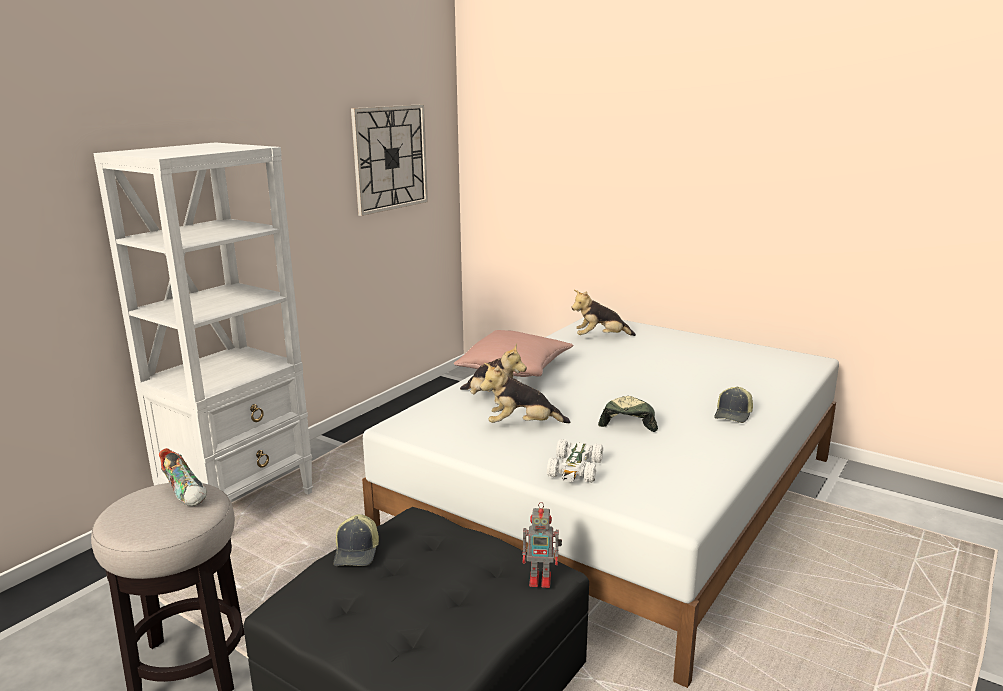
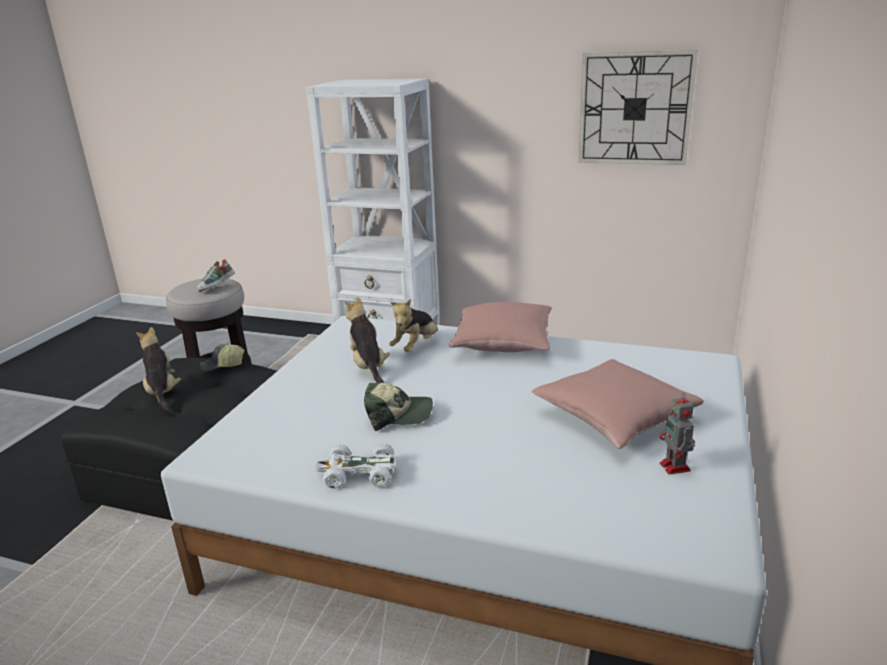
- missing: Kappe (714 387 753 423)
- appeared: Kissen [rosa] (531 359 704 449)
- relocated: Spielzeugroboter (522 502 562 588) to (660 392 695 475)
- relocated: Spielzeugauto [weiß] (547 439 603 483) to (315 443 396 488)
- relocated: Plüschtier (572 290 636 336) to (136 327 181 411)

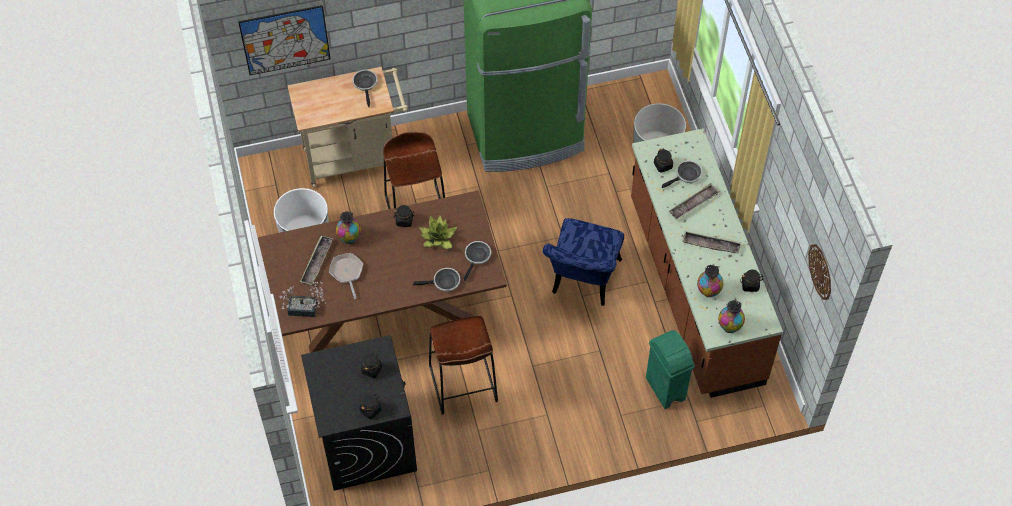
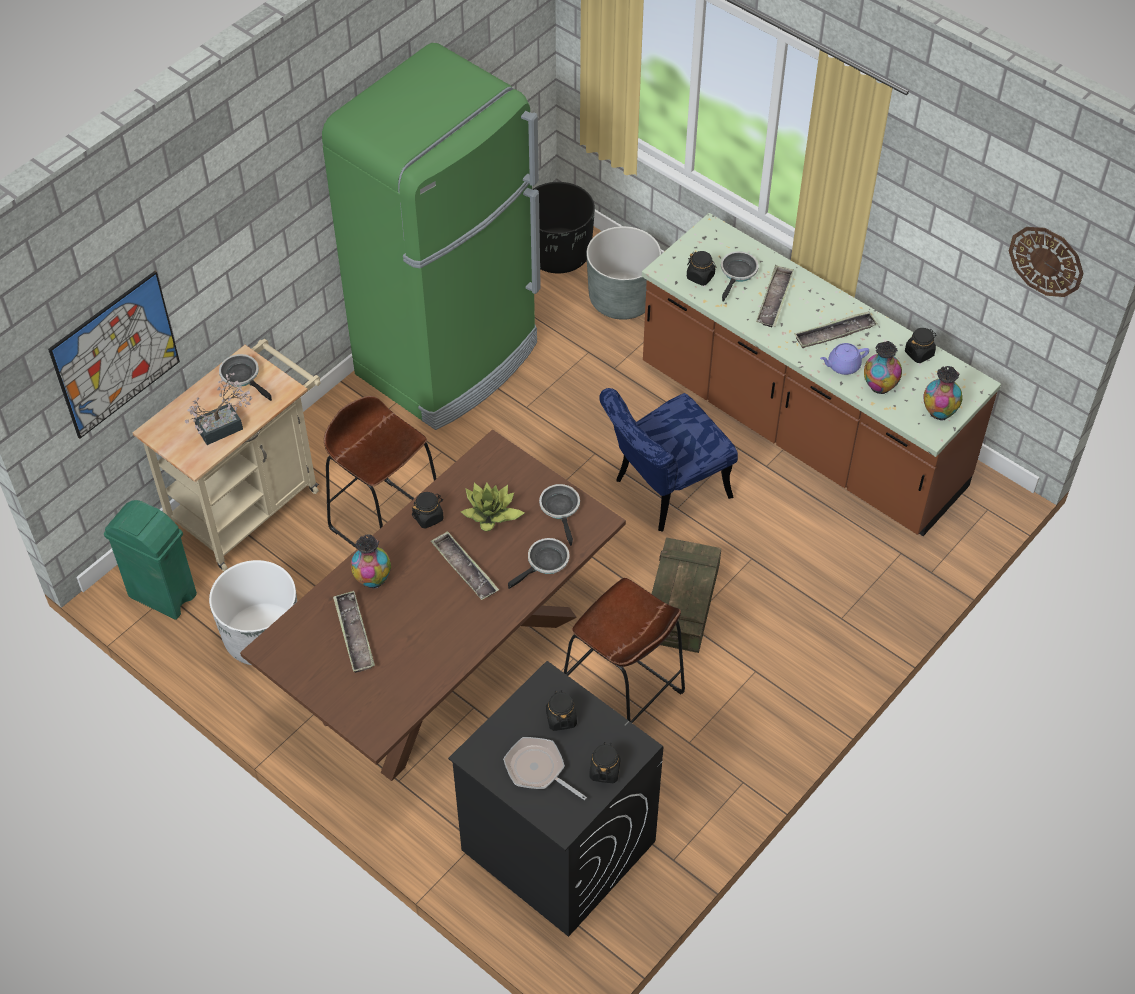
- appeared: Tablett (431 531 499 600)
- appeared: Pflanzkübel [schwarz] (532 182 595 273)
- appeared: Kiste (652 537 721 653)
- appeared: Teekanne [lila] (820 343 869 375)
- relocated: Topfpflanze (279 281 326 317) to (185 373 252 445)
- relocated: Pfanne (329 253 363 299) to (503 737 587 800)
- relocated: Mülleimer [grün] (646 330 695 409) to (104 500 197 620)
- spun: Stuhl [blau] (543 218 624 306) = (599 388 738 532) 75 degrees clockwise

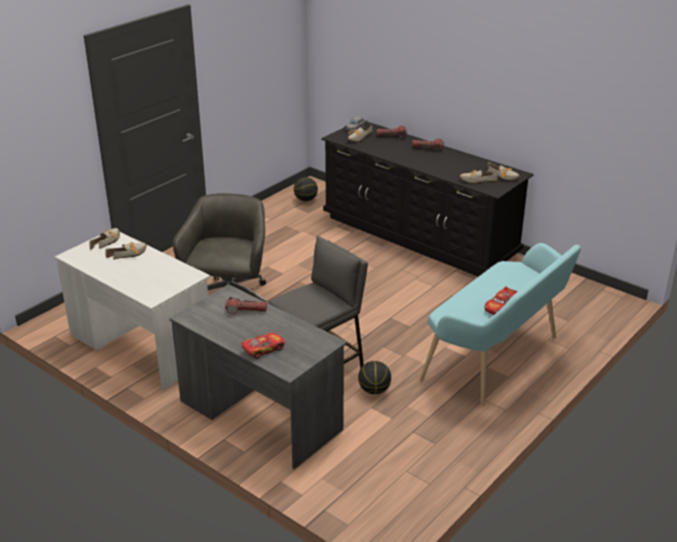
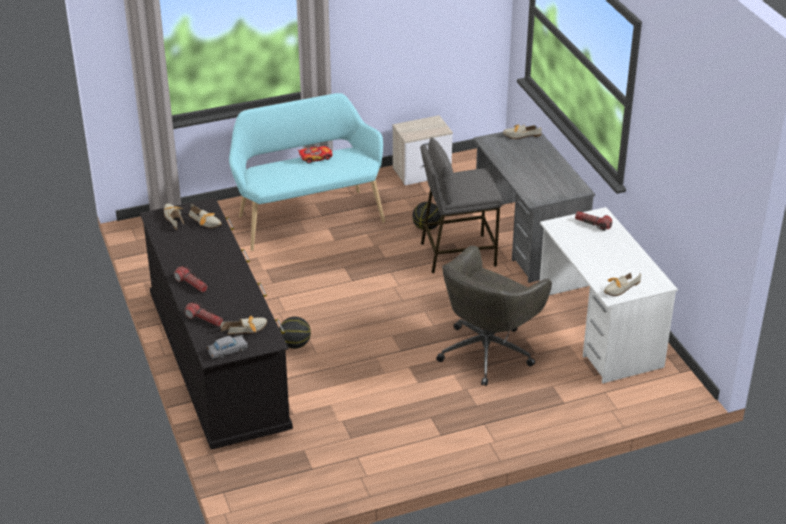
- missing: Spielzeugauto (241 333 285 359)
- appeared: Nachttisch (393 115 453 185)
- relocated: Schuh (105 242 147 260) to (503 125 542 139)
- relocated: Taschenlampe (225 297 267 314) to (575 211 612 231)
- relocated: Basketball (294 177 318 201) to (279 317 311 349)

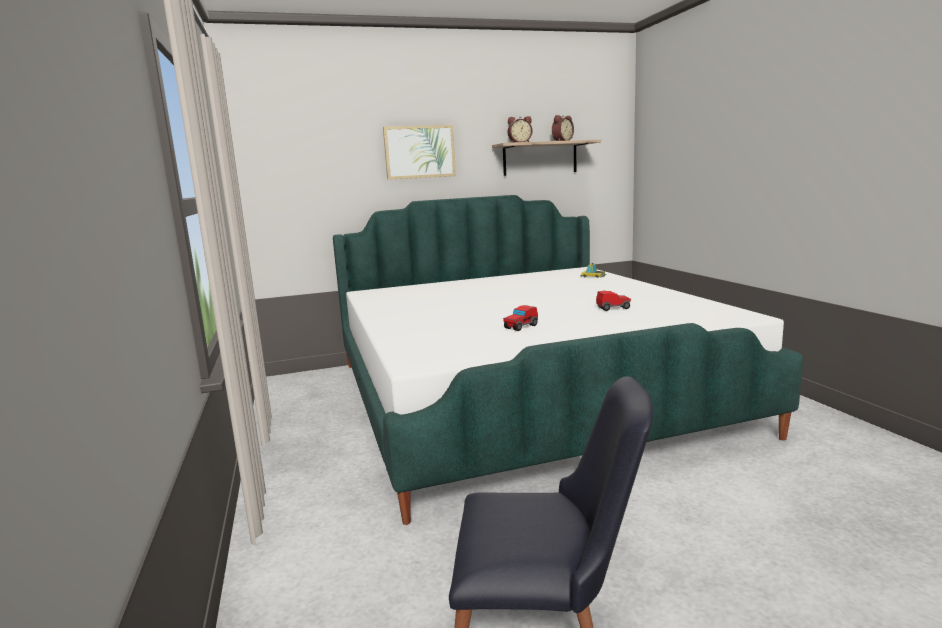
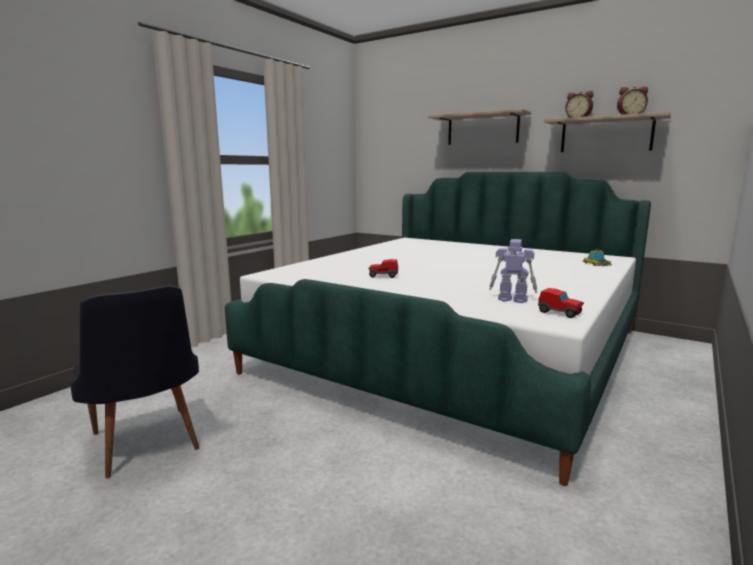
- appeared: Spielzeugroboter (489 239 537 303)
- relocated: Spielzeugauto (596 291 631 311) to (538 288 584 318)
- exchanged: Bild (383 125 456 180) to Wandregal (428 109 531 145)

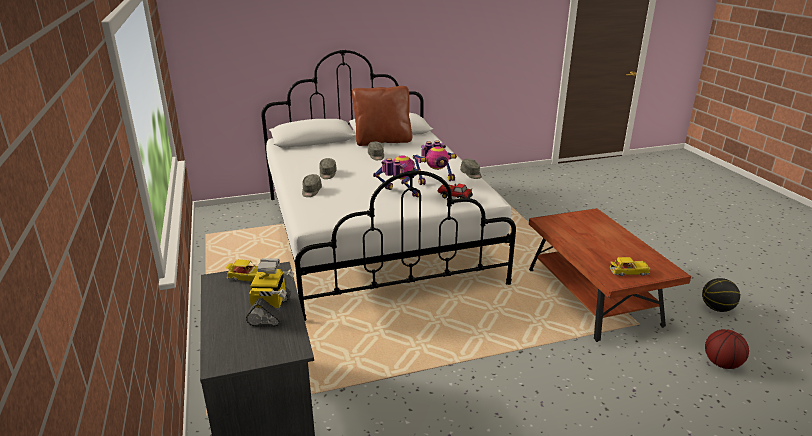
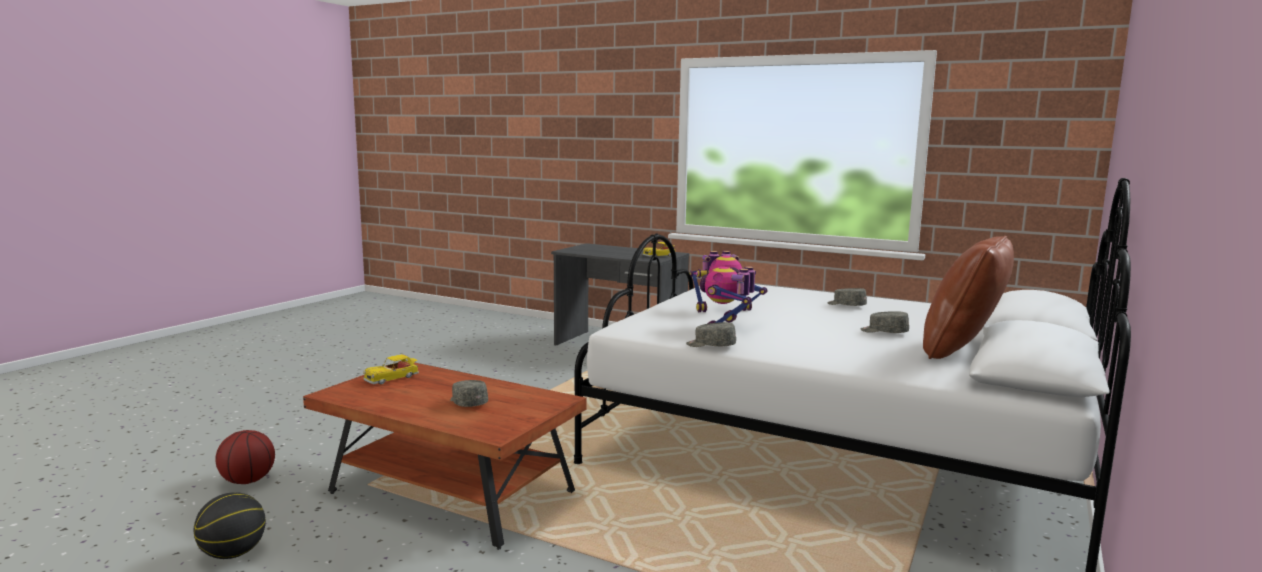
- missing: Spielzeugroboter (246 258 294 327)
- missing: Spielzeugauto (437 184 473 199)
- relocated: Kappe [grau] (302 174 322 197) to (450 380 488 407)

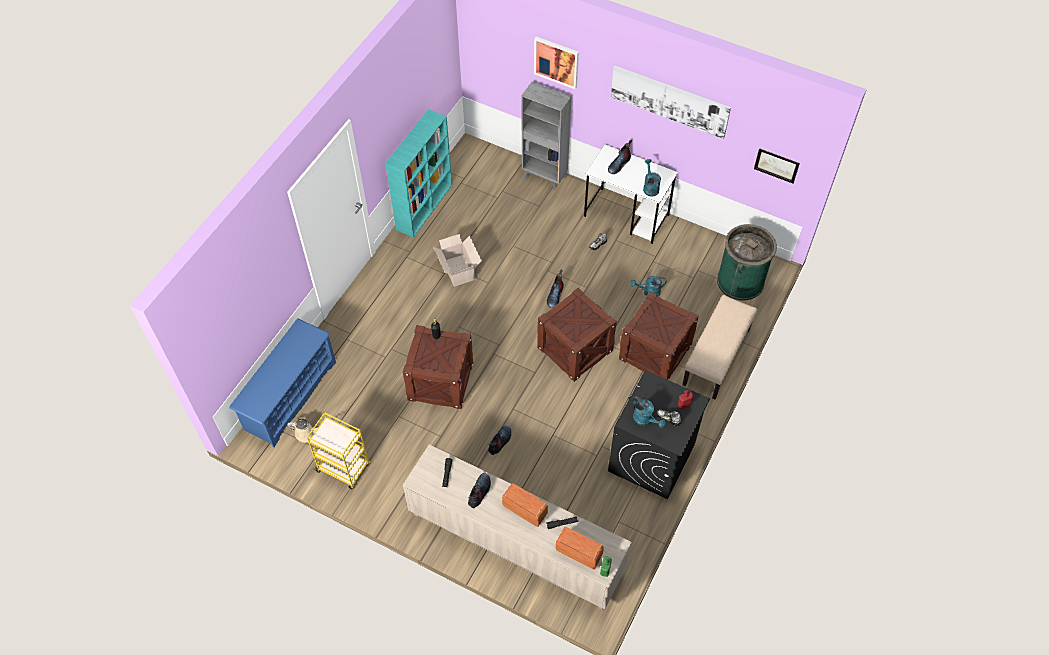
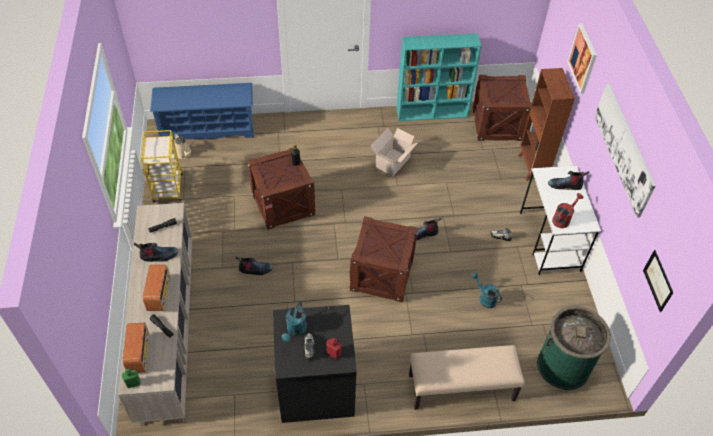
- relocated: Kiste (619 291 699 380) to (473 75 532 141)
- colour: Bücherregal [grau] (522 82 571 191) to Bücherregal [braun] (518 68 575 181)
- colour: Gießkanne [türkis] (643 159 661 197) to Gießkanne [rot] (552 193 583 228)

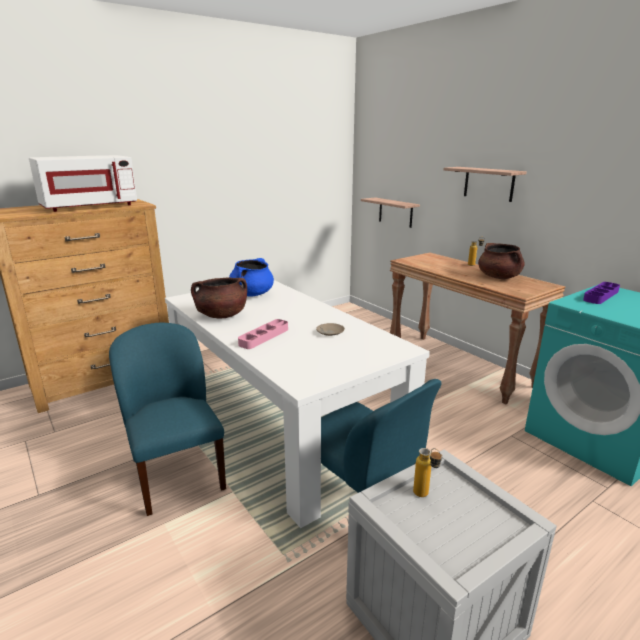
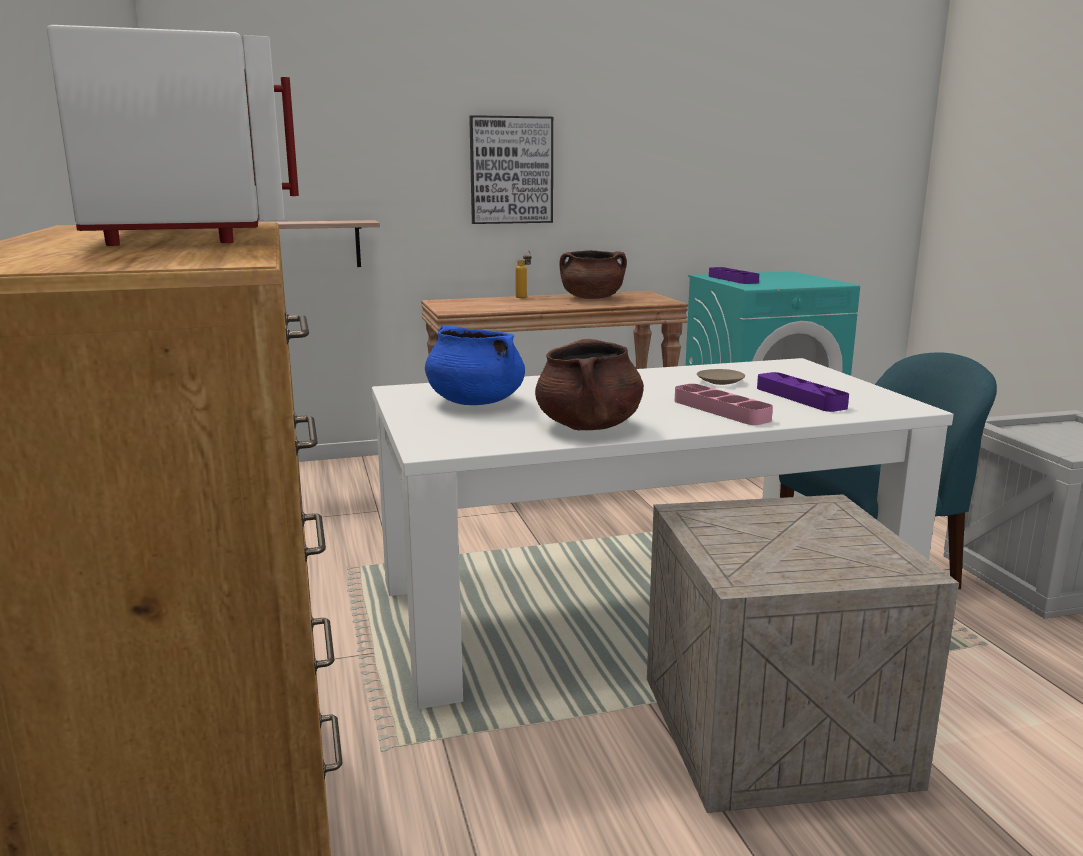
- missing: Flasche (413 448 442 497)
- appeared: Tablett [lila] (757 372 849 412)
- exchanged: Stuhl [blau] (109 323 226 516) to Kiste (647 494 959 813)
- exchanged: Wandregal (444 167 527 202) to Bild (469 115 553 224)

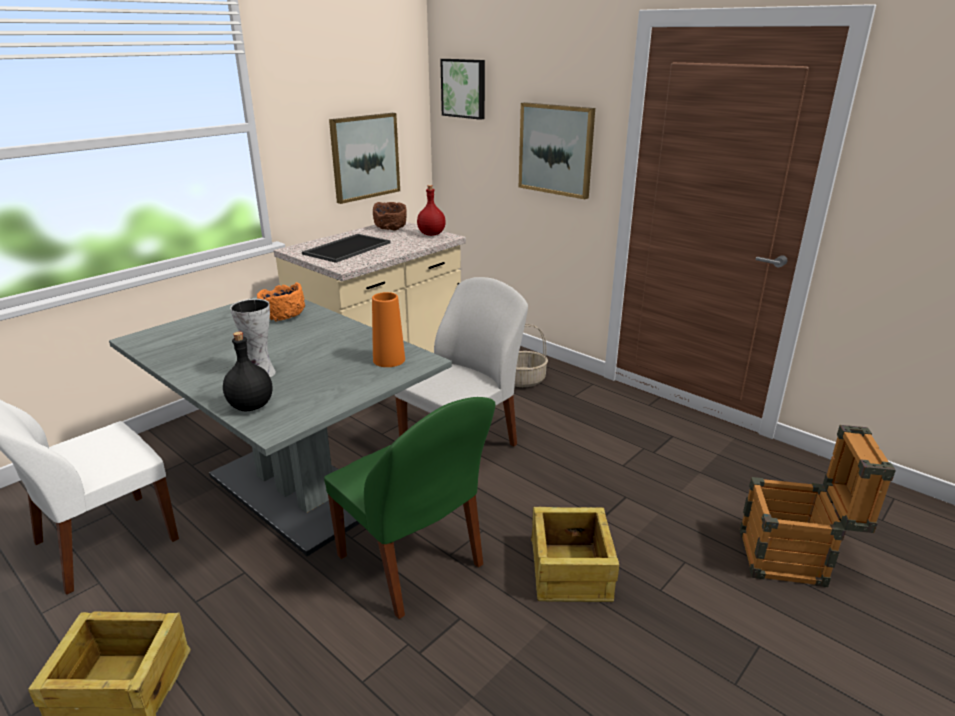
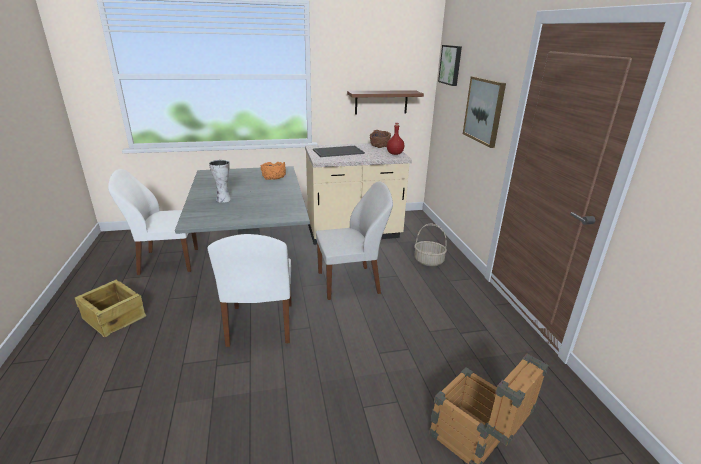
- missing: Flasche [schwarz] (223 332 272 412)
- missing: Vase [orange] (372 292 405 367)
- missing: Kiste (531 507 619 602)
- exchanged: Bild (329 113 400 204) to Wandregal [braun] (347 90 424 114)
- colour: Stuhl [grün] (324 397 495 619) to Stuhl [weiß] (208 234 292 347)

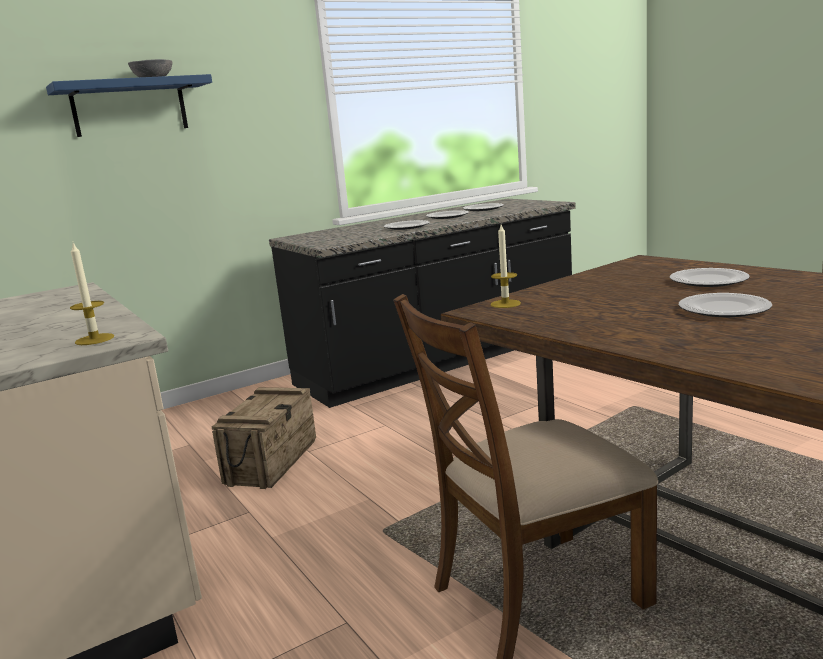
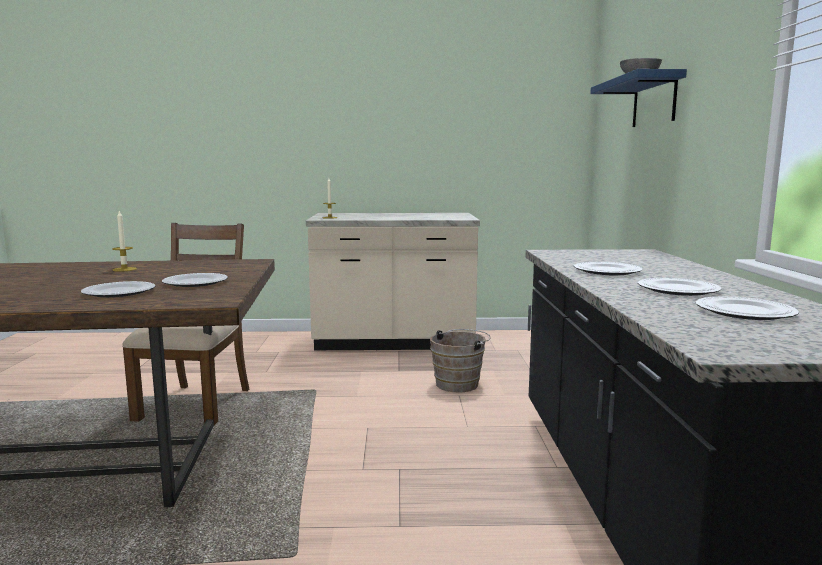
- relocated: Kerze (491 225 521 308) to (112 211 137 272)
- relocated: Teller (679 293 772 317) to (162 273 228 287)
- exchanged: Kiste (212 387 316 489) to Eimer [braun] (430 329 491 392)

